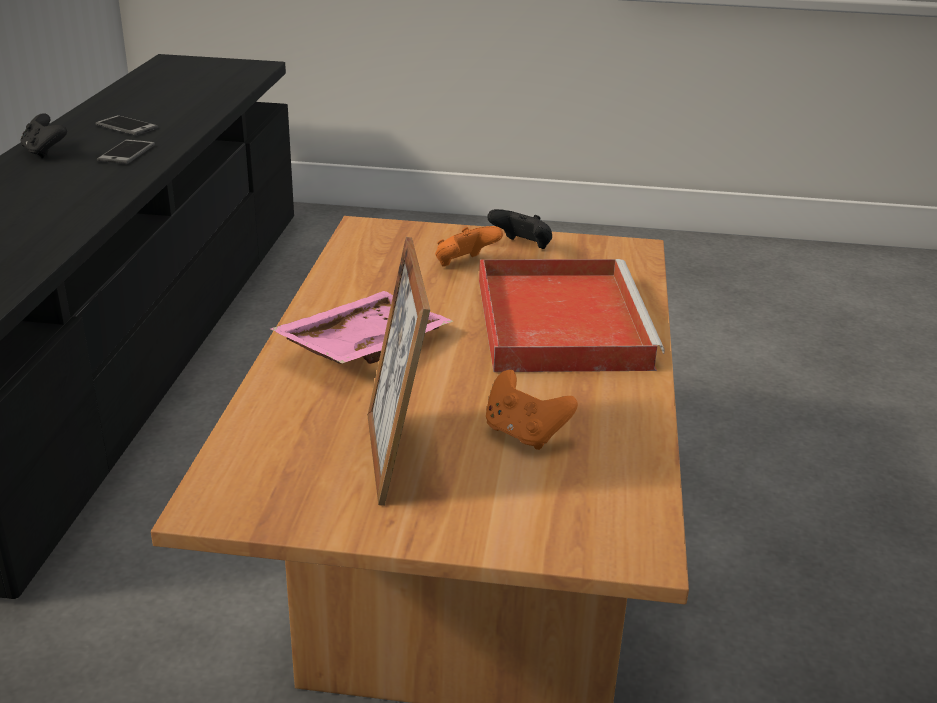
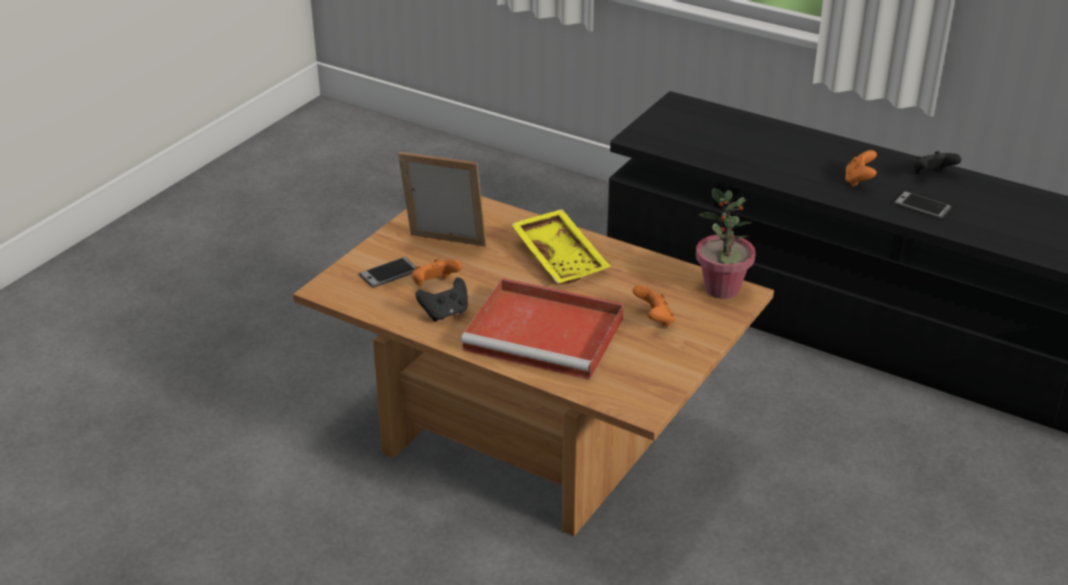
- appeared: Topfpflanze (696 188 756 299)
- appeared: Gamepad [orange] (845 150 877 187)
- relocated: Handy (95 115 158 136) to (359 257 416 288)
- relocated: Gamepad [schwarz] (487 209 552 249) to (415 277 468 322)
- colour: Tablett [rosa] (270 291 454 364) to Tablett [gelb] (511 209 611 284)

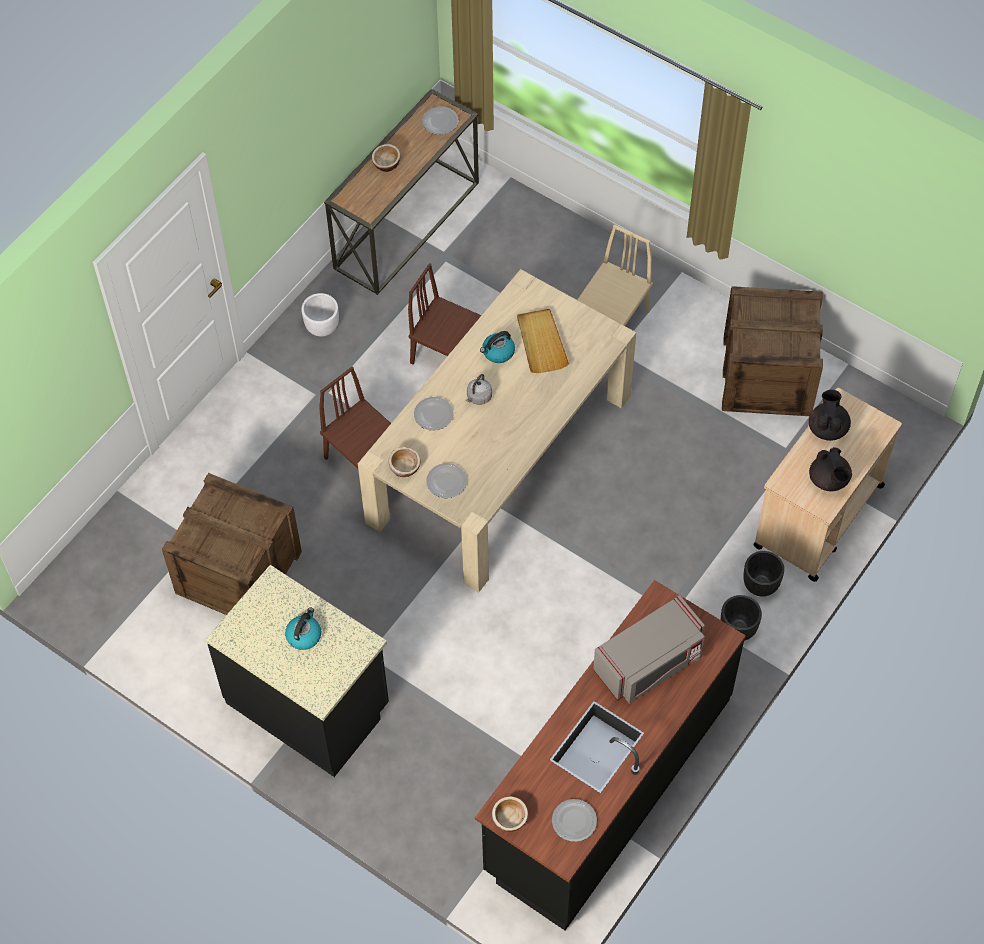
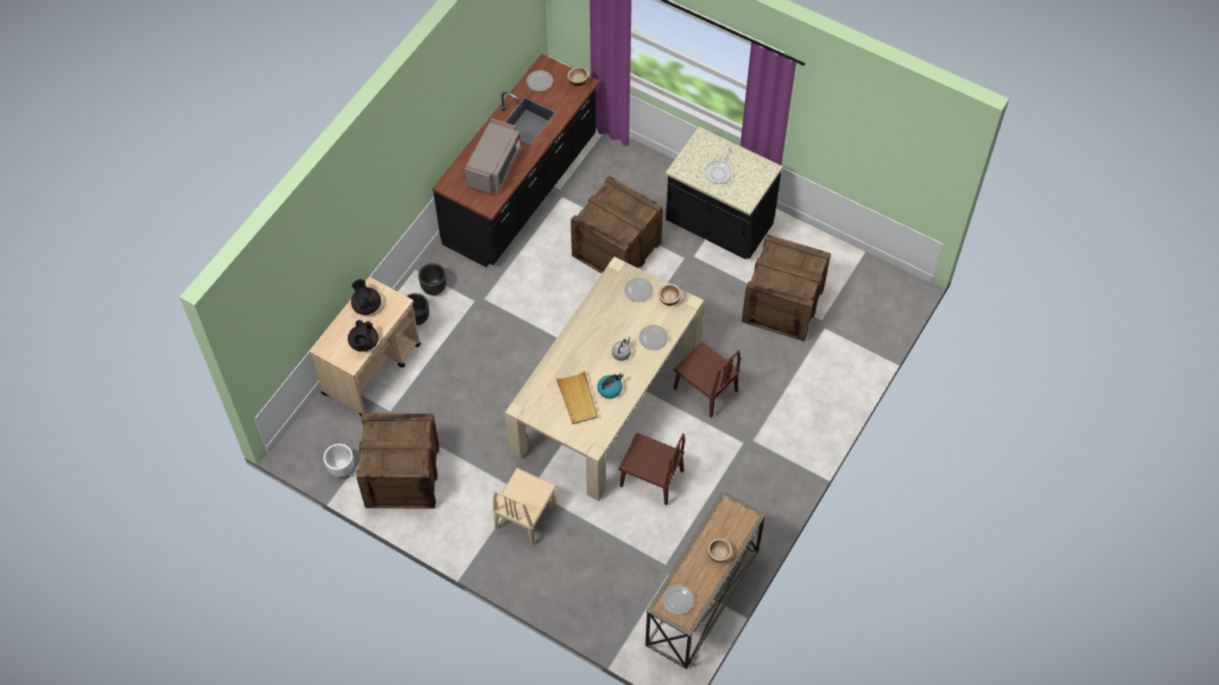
- appeared: Kiste (571 176 663 274)
- relocated: Pflanzkübel [weiß] (301 293 339 337) to (323 444 354 477)
- exchanged: Wasserkessel (285 608 321 650) to Pfanne (705 143 732 184)
- spun: Mikrowelle [grau] (593 595 705 704) = (465 118 522 195) 150 degrees clockwise

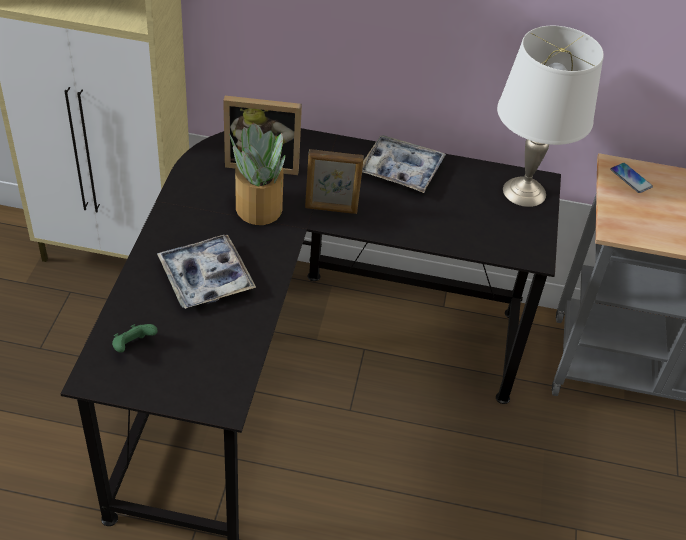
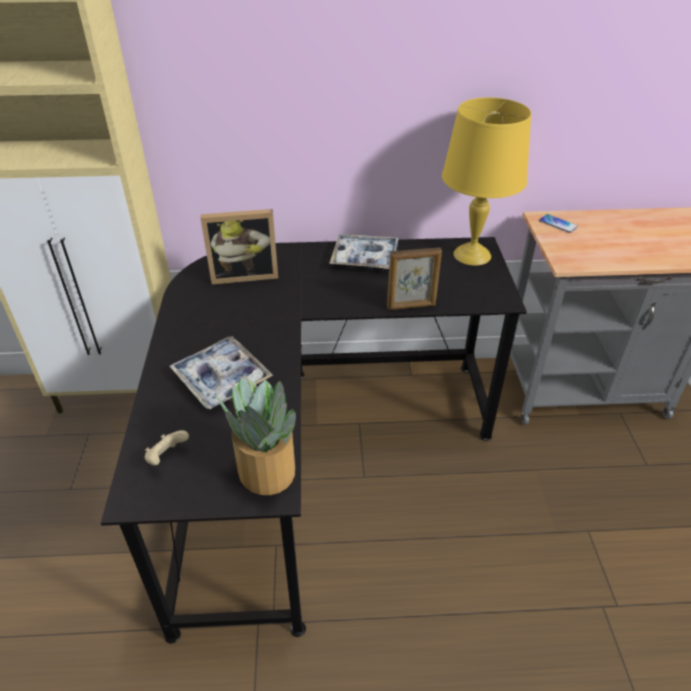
- relocated: Topfpflanze (229 123 285 225) to (216 376 296 495)
- relocated: Bilderrahmen (305 149 364 214) to (387 247 442 310)
- colour: Gamepad [grün] (112 324 158 353) to Gamepad [beige] (145 430 189 465)
- colour: Tischlampe [weiß] (497 26 604 207) to Tischlampe [gelb] (442 97 531 266)

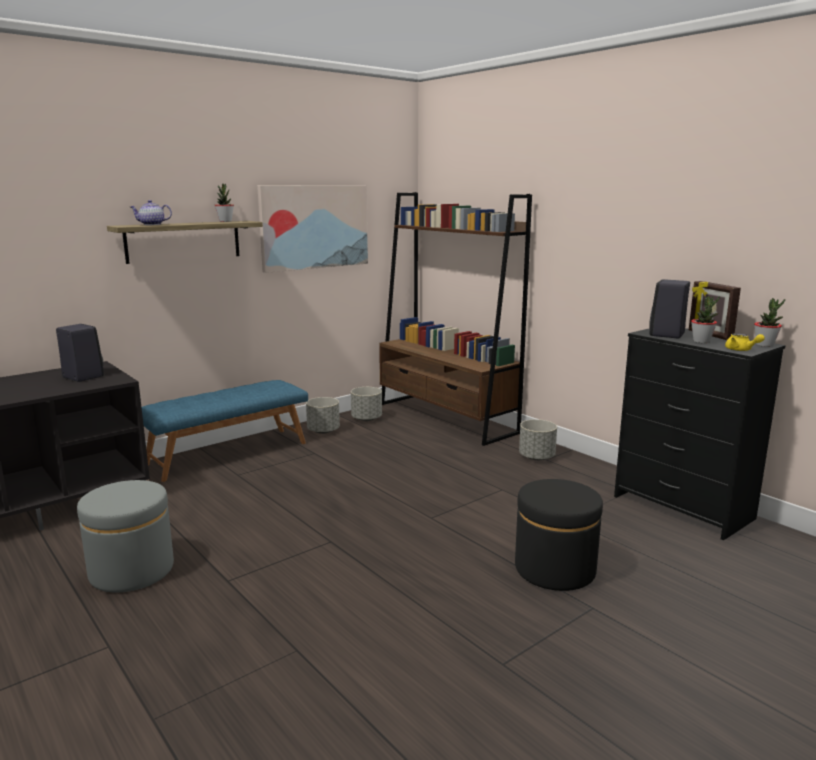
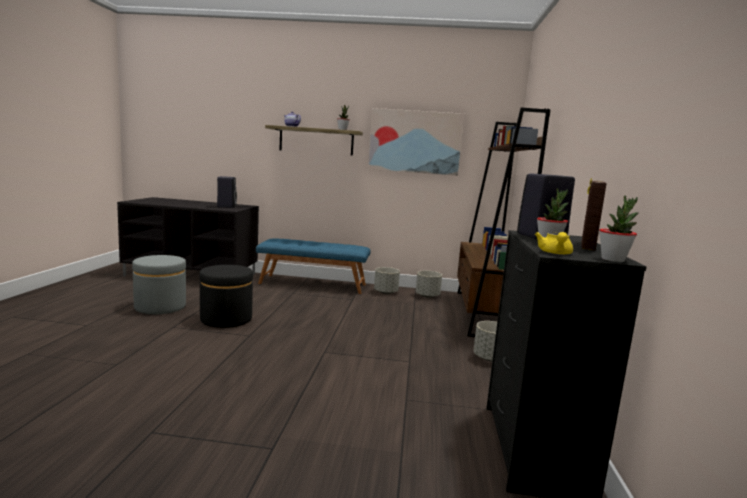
- relocated: Polsterhocker [schwarz] (515 479 603 591) to (199 265 253 328)

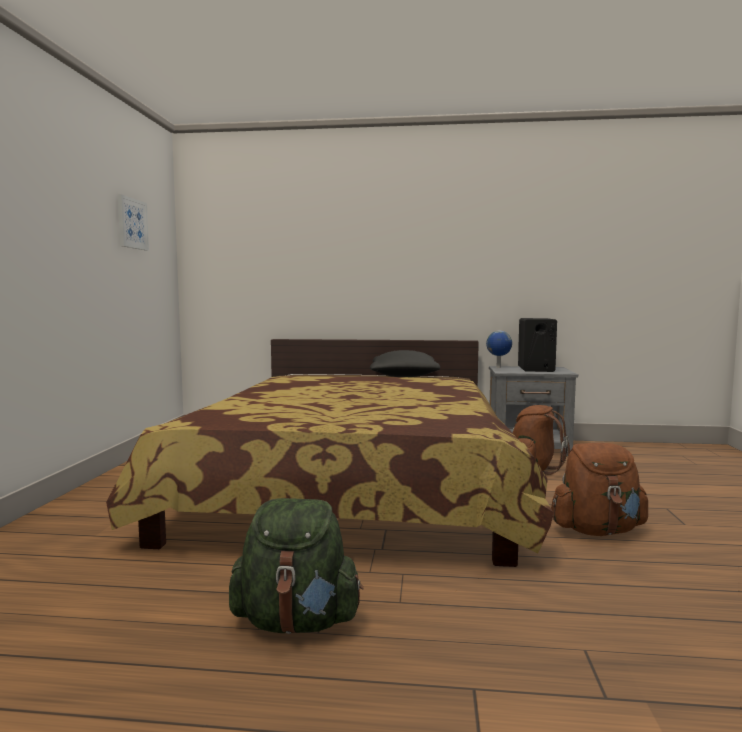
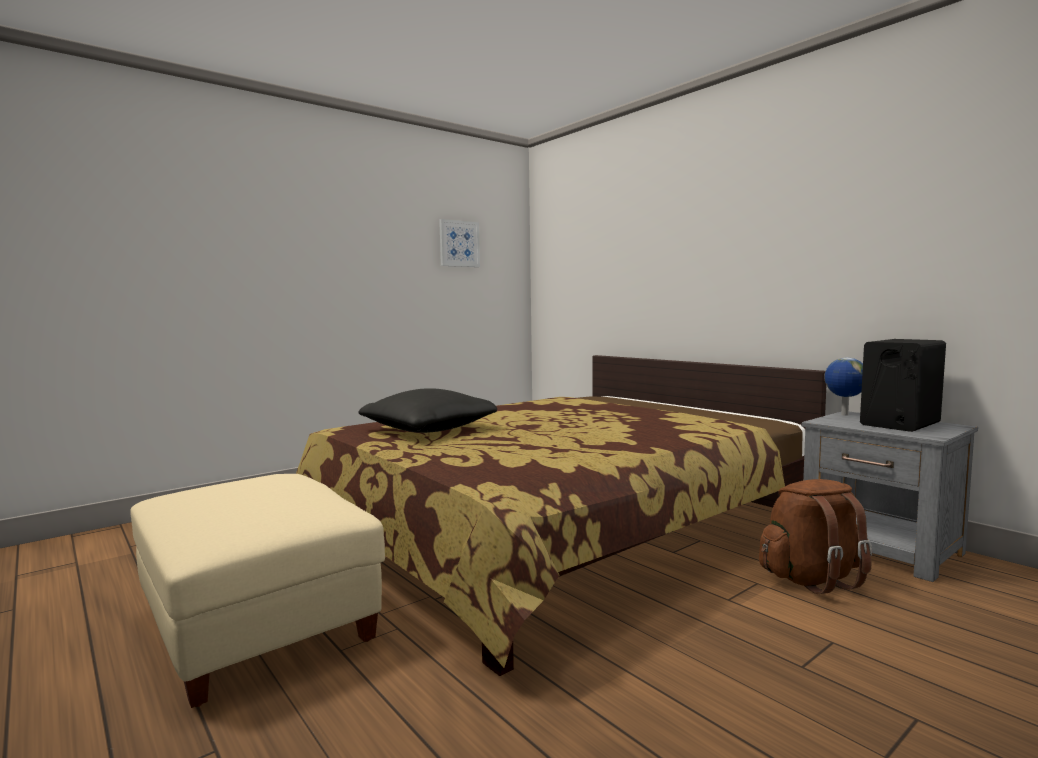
- missing: Rucksack [braun] (551 443 648 536)
- relocated: Kissen [schwarz] (370 350 440 377) to (358 388 497 433)
- exchanged: Rucksack [grün] (229 498 363 634) to Polsterhocker [beige] (130 474 385 708)

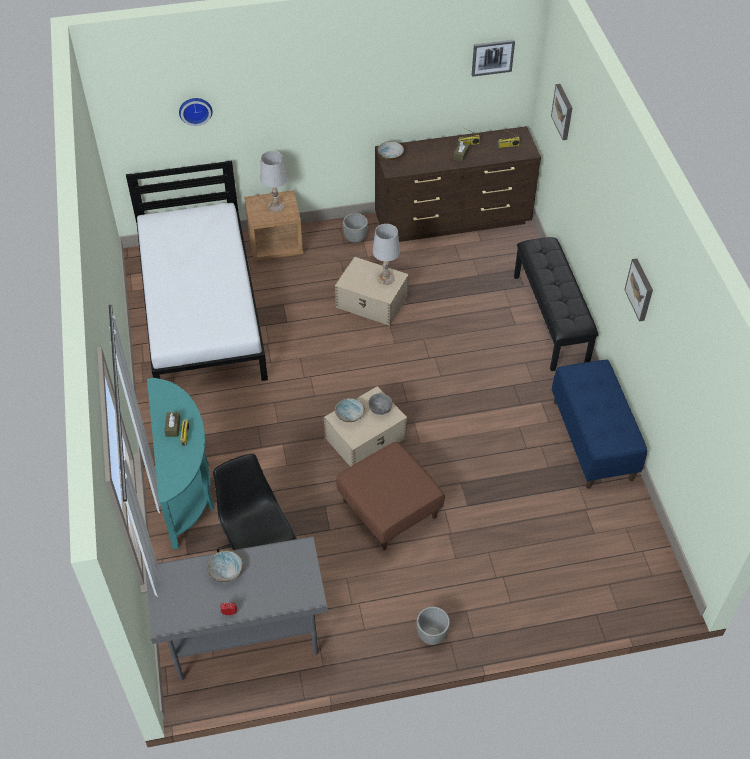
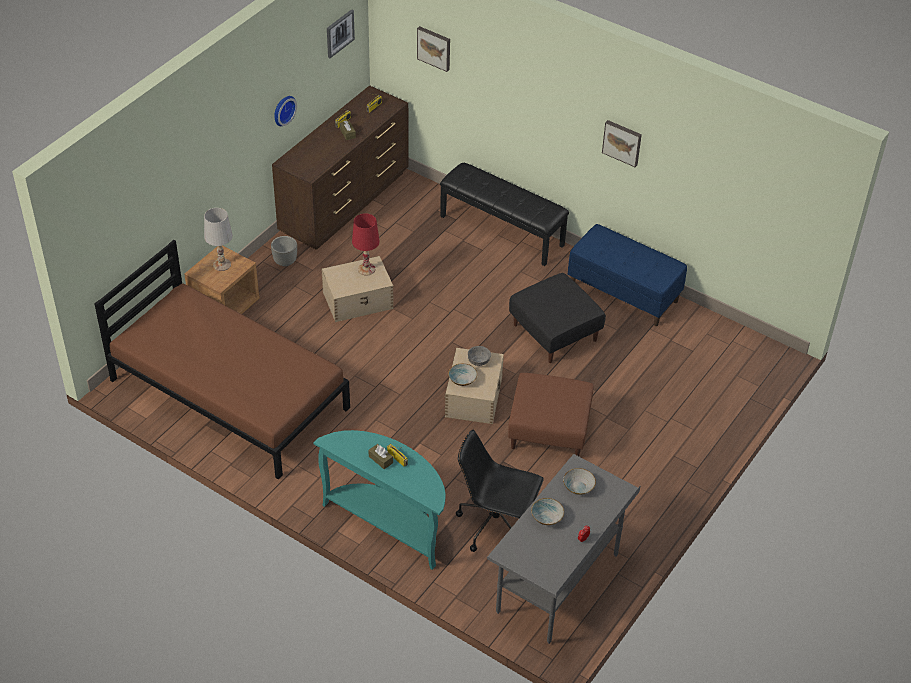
- missing: Pflanzkübel [grau] (416 607 450 645)
- appeared: Polsterhocker [schwarz] (509 273 606 363)
- relocated: Wanduhr (179 98 213 126) to (274 96 297 126)
- relocated: Schüssel (378 141 404 160) to (563 468 596 495)
- colour: Bett [weiß] (126 160 268 381) to Bett [braun] (94 240 350 479)
- colour: Tischlampe [weiß] (373 224 400 285) to Tischlampe [rot] (352 213 380 276)

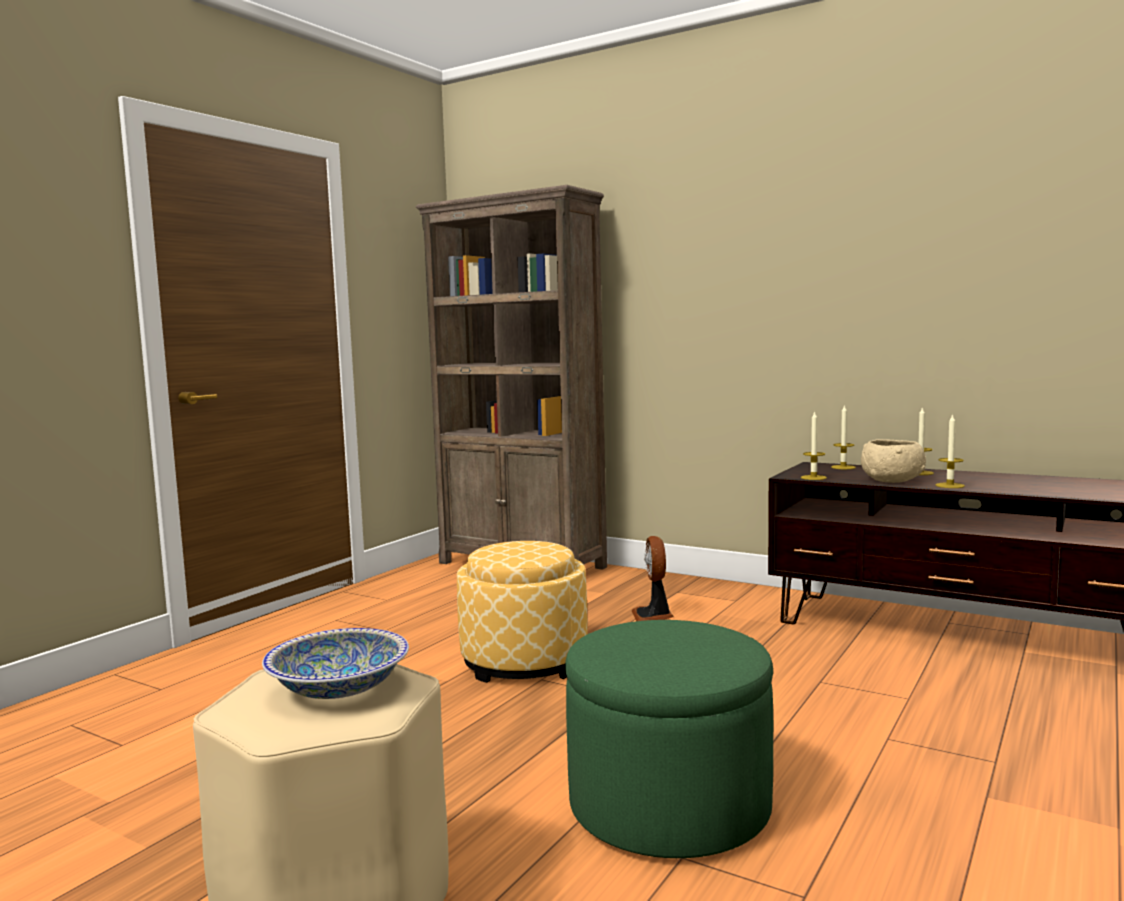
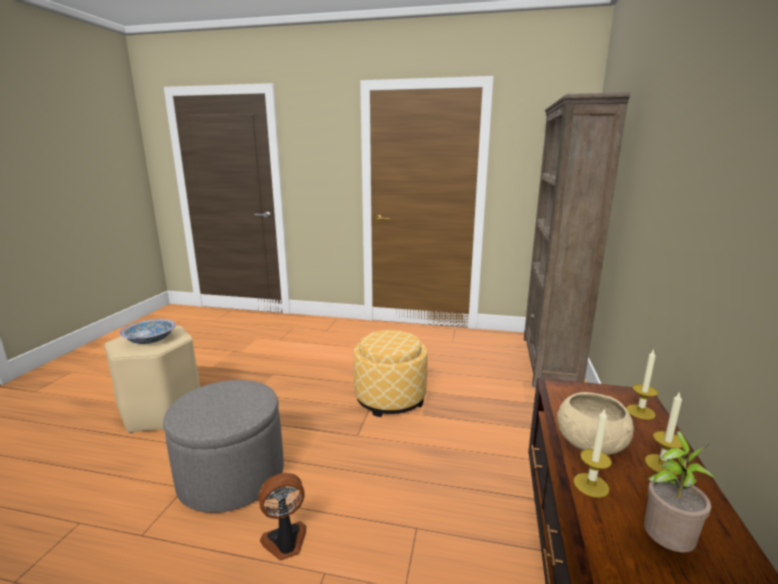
- missing: Kerze (801 411 827 480)
- appeared: Topfpflanze (644 431 715 552)
- relocated: Ventilator (631 536 674 621) to (258 473 306 560)
- colour: Polsterhocker [grün] (565 620 773 858) to Polsterhocker [grau] (163 380 284 513)

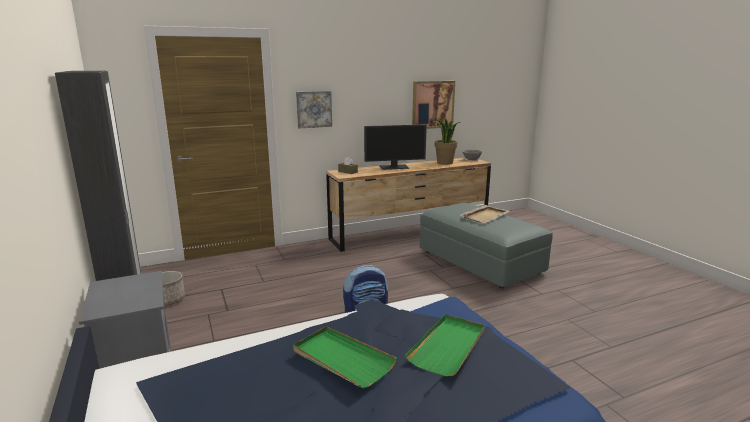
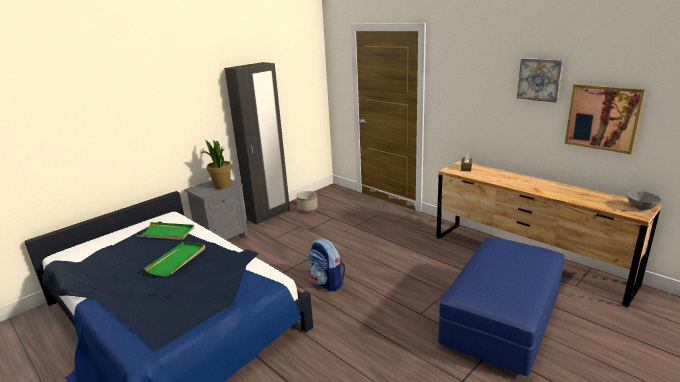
- missing: Monitor (364 125 427 170)
- missing: Tablett [beige] (460 205 510 223)
- relocated: Bild (296 91 332 128) to (517 58 564 103)
- relocated: Tablett [grün] (405 314 485 376) to (136 222 195 240)
- relocated: Topfpflanze (433 119 460 165) to (202 140 232 189)
- colour: Polsterhocker [grau] (420 203 553 288) to Polsterhocker [blau] (438 237 565 376)

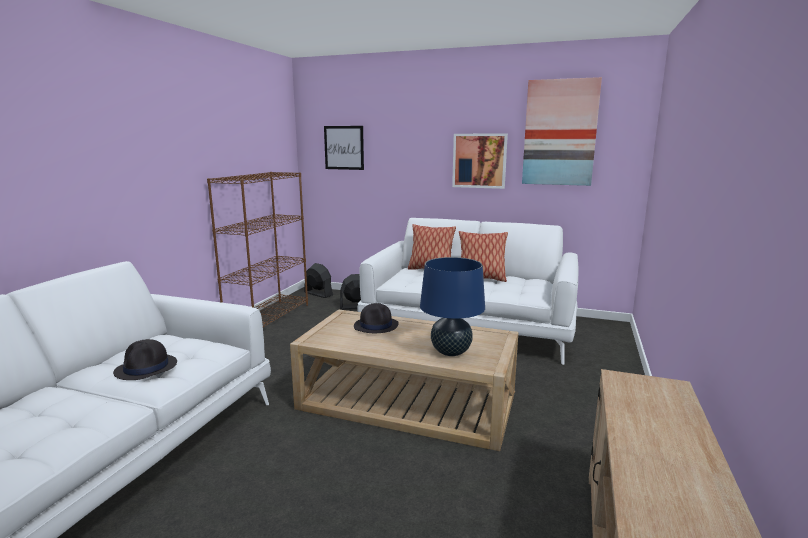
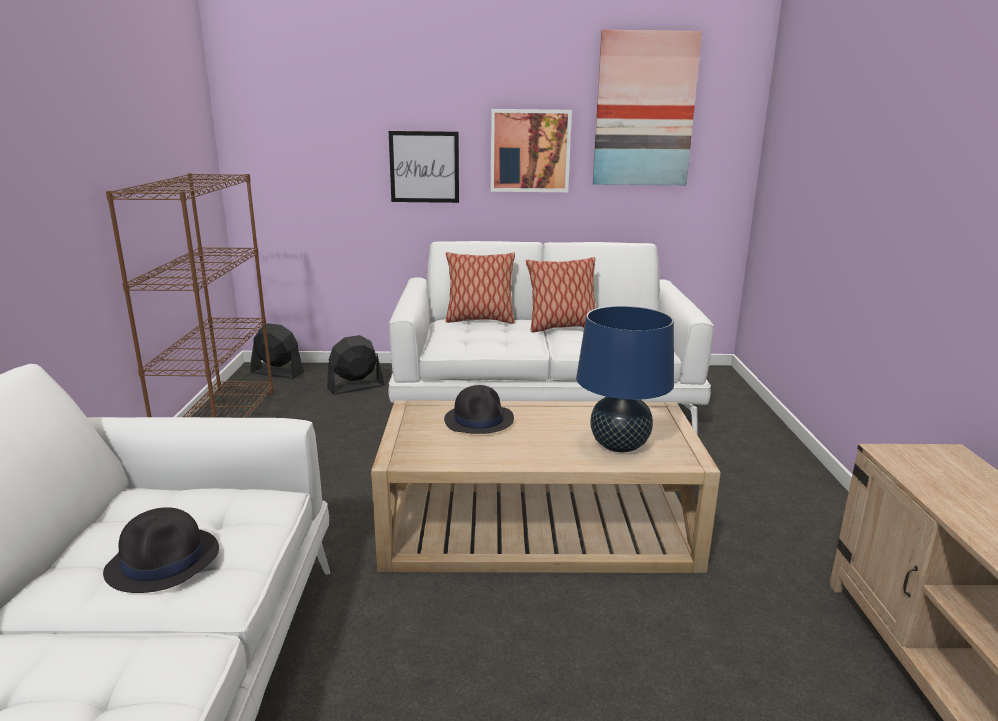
- relocated: Bild (324 126 364 170) to (389 131 459 203)

